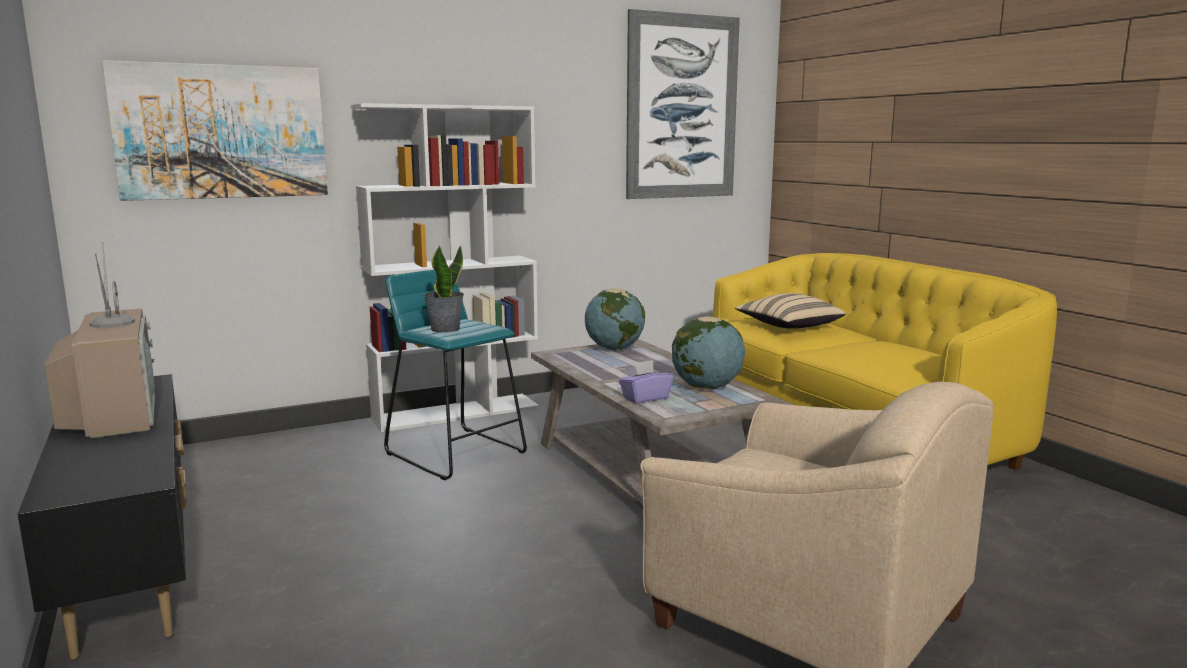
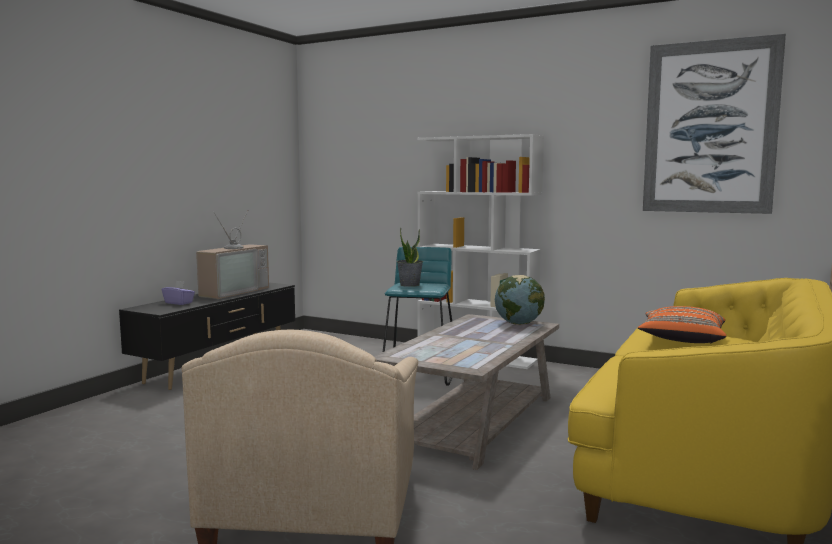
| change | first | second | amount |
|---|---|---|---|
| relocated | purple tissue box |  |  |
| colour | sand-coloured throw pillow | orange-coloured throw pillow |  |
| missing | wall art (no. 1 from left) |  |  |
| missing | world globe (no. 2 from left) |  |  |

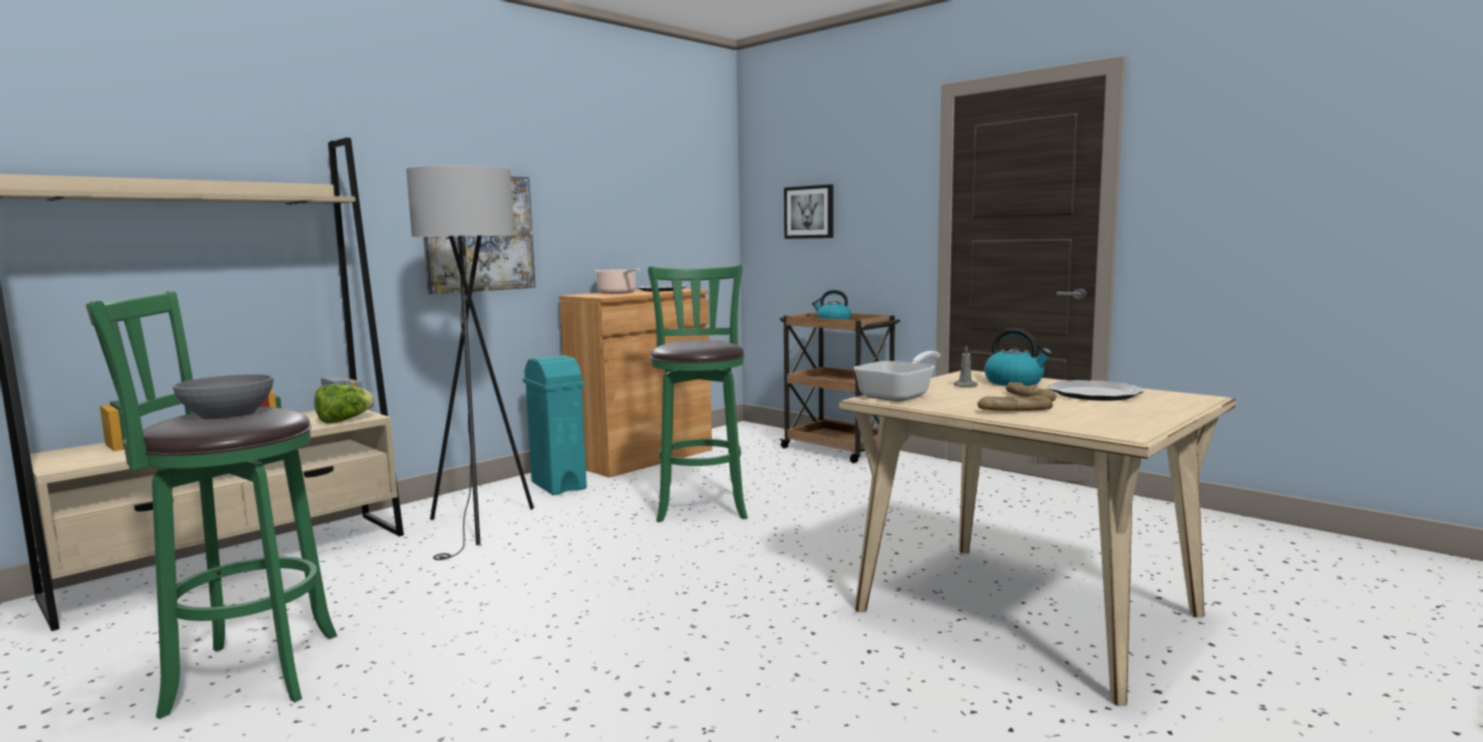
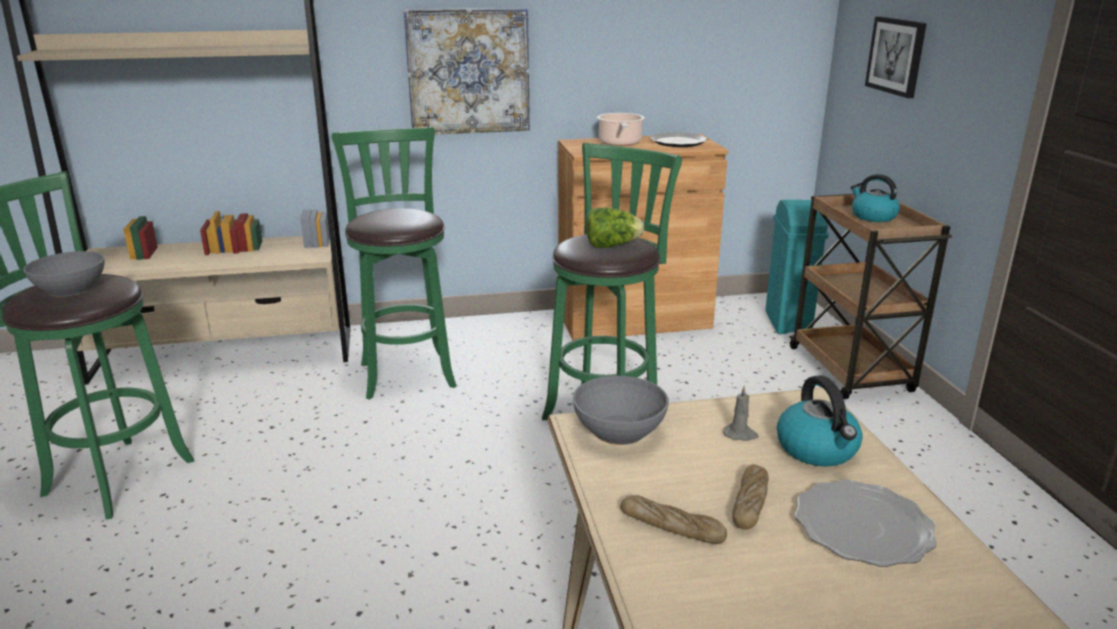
| change | first | second | amount |
|---|---|---|---|
| exchanged | grey floor lamp | greenish stool seat (no. 2 from left) |  |
| exchanged | skillet | grey deep dish (no. 2 from left) |  |
| relocated | lettuce |  |  |
| relocated | turquoise-coloured rubbish bin |  |  |

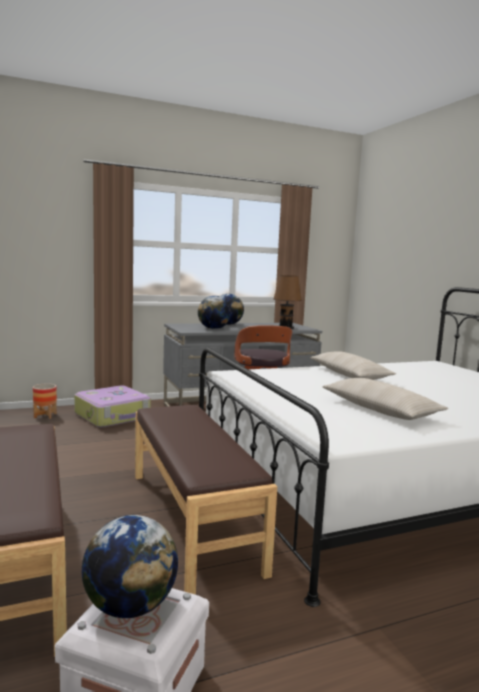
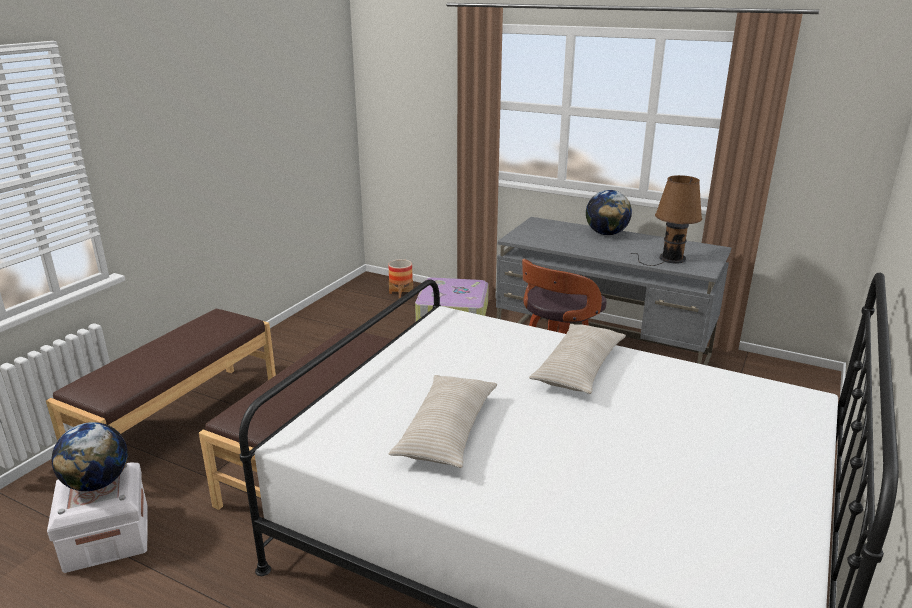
| change | first | second | amount |
|---|---|---|---|
| missing | world globe (no. 2 from left) |  |  |

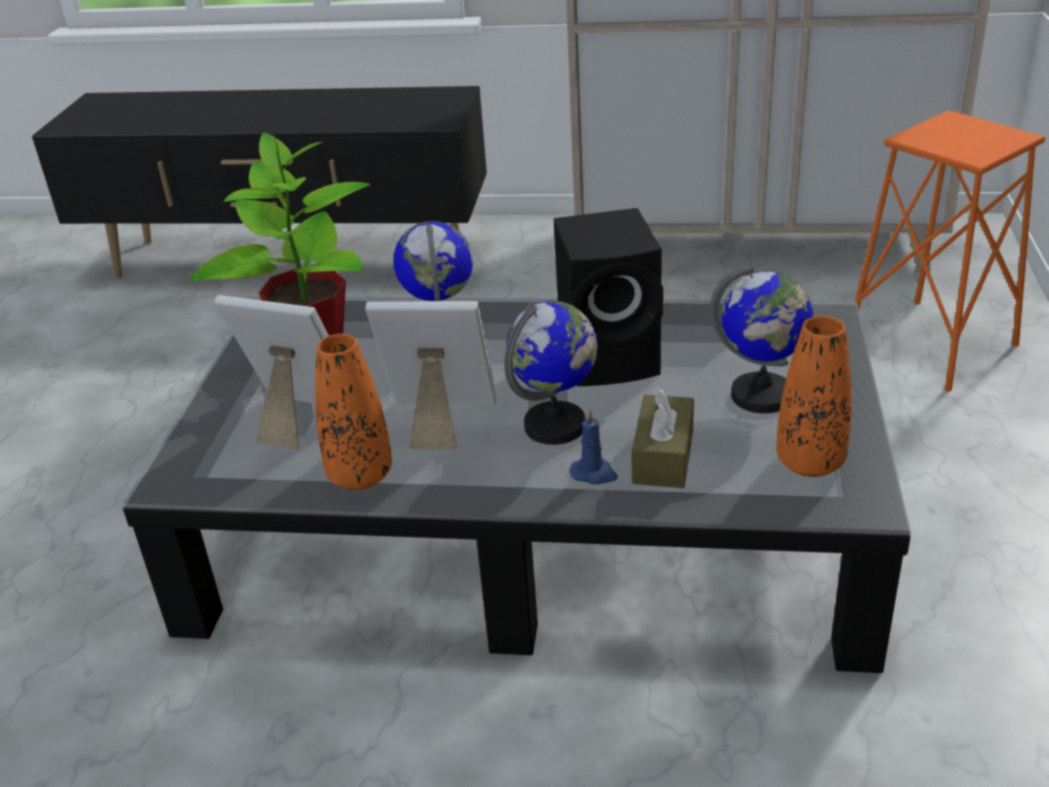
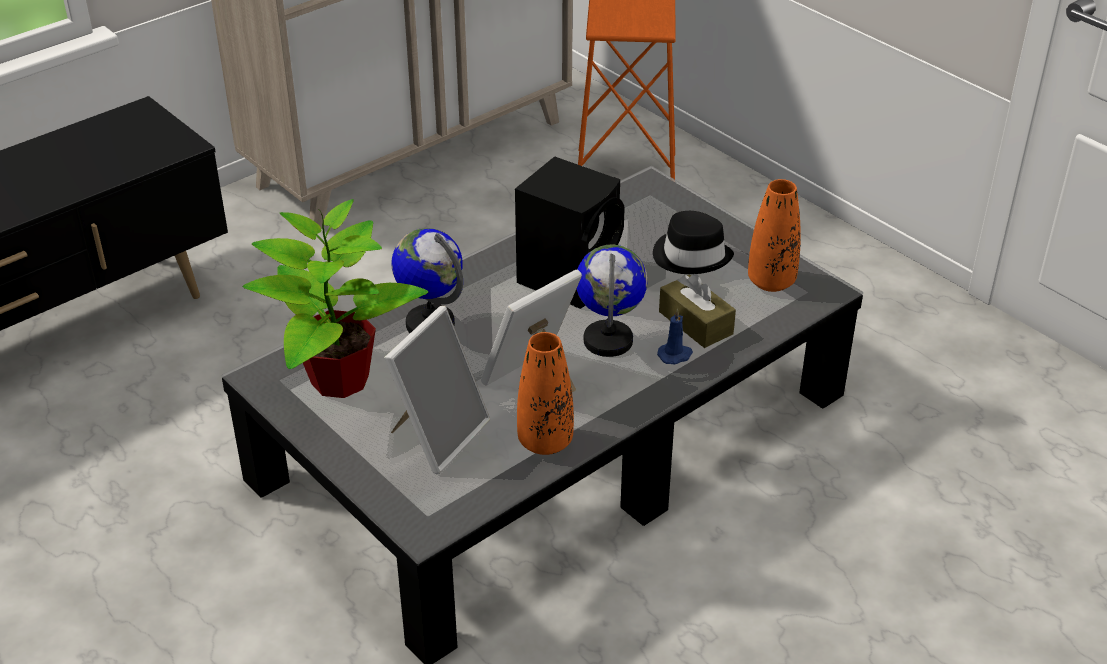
| change | first | second | amount |
|---|---|---|---|
| spun | standing frame (no. 1 from left) |  | 150 degrees clockwise |
| exchanged | world globe (no. 3 from left) | black clothing hat |  |

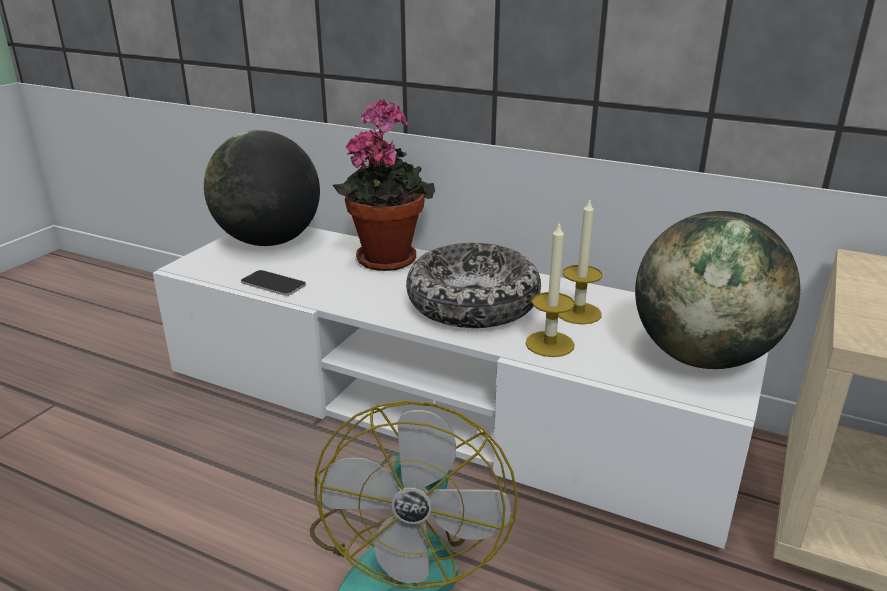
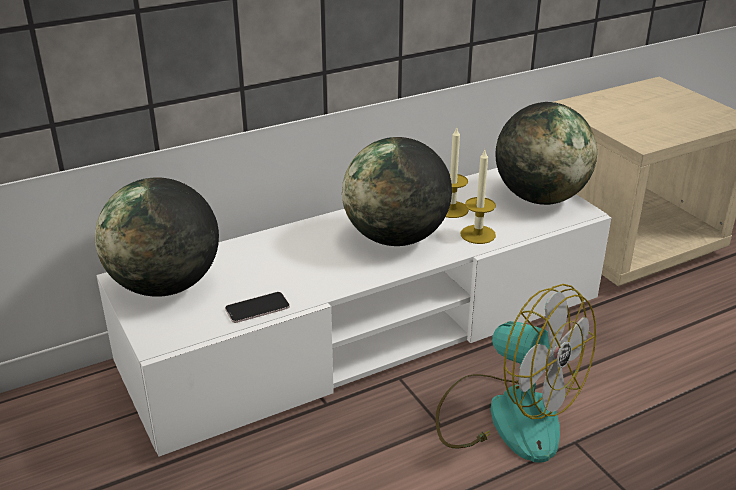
| change | first | second | amount |
|---|---|---|---|
| exchanged | deep dish | world globe (no. 2 from left) |  |
| missing | plant in a pot |  |  |

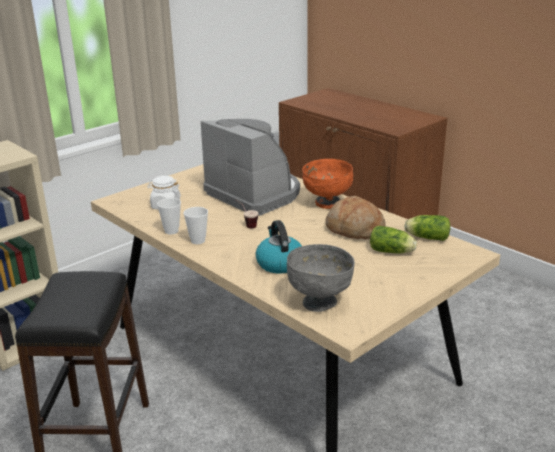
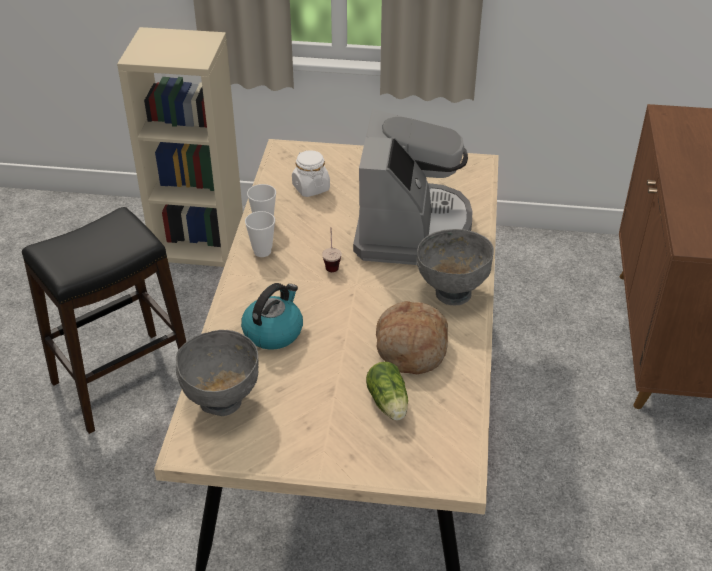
| change | first | second | amount |
|---|---|---|---|
| colour | orange-coloured deep dish | grey deep dish (no. 2 from left) |  |
| missing | lettuce (no. 2 from left) |  |  |

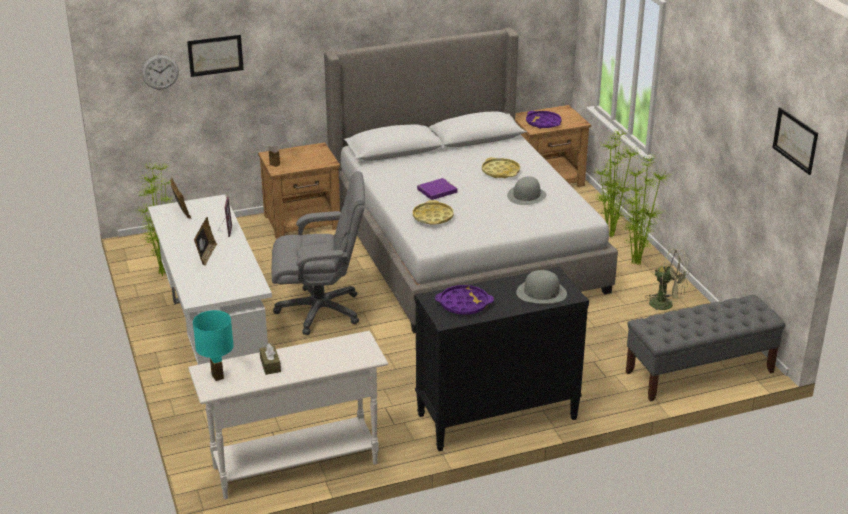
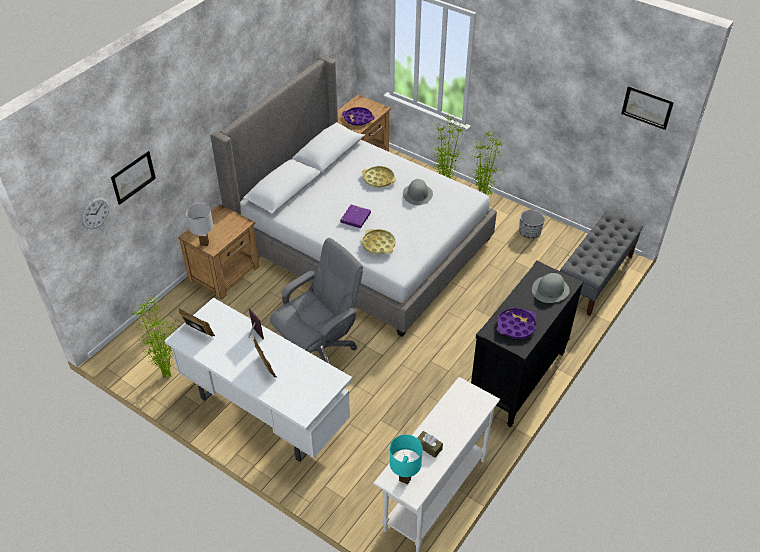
| change | first | second | amount |
|---|---|---|---|
| exchanged | greenish fan | planter |  |

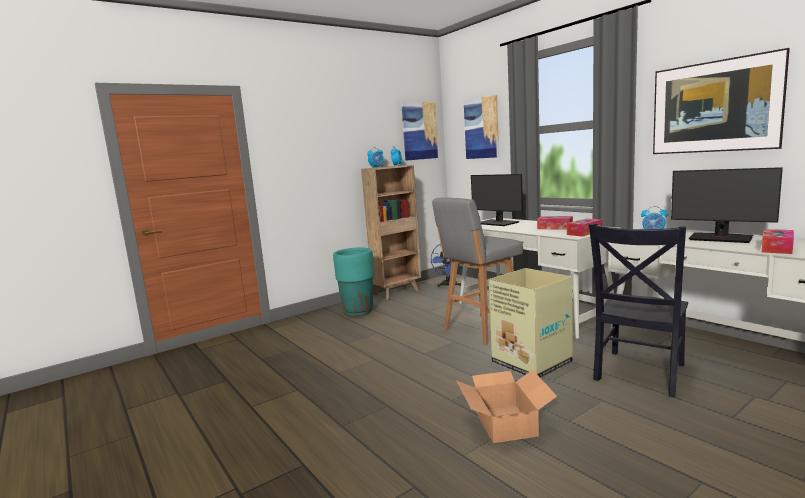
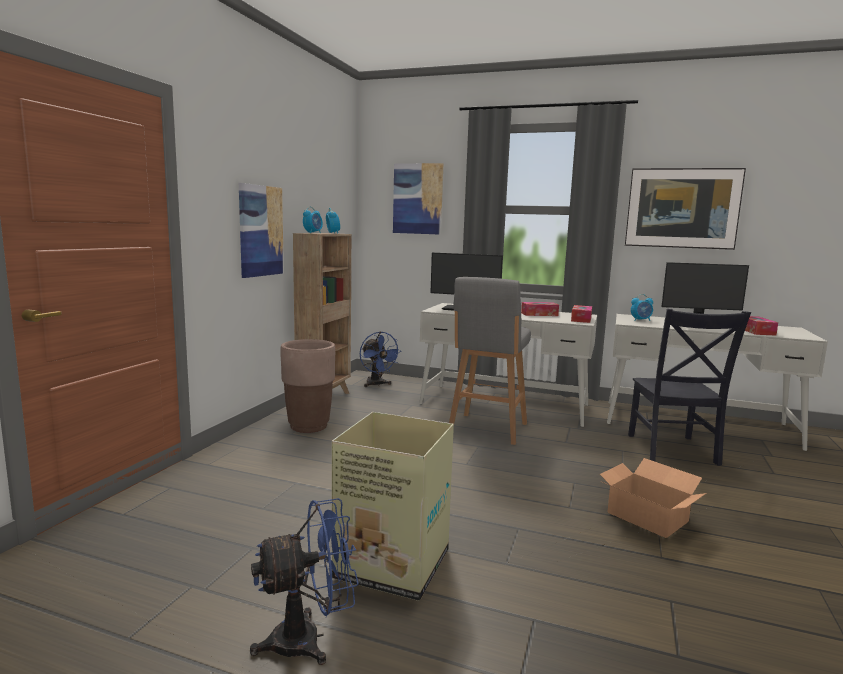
| change | first | second | amount |
|---|---|---|---|
| relocated | wall art (no. 1 from left) |  |  |
| appeared |  | blue fan (no. 1 from left) |  |
| colour | turquoise-coloured planter | brownish planter |  |
| relocated | carton (no. 2 from left in the first image) | carton (no. 1 from left) |  |

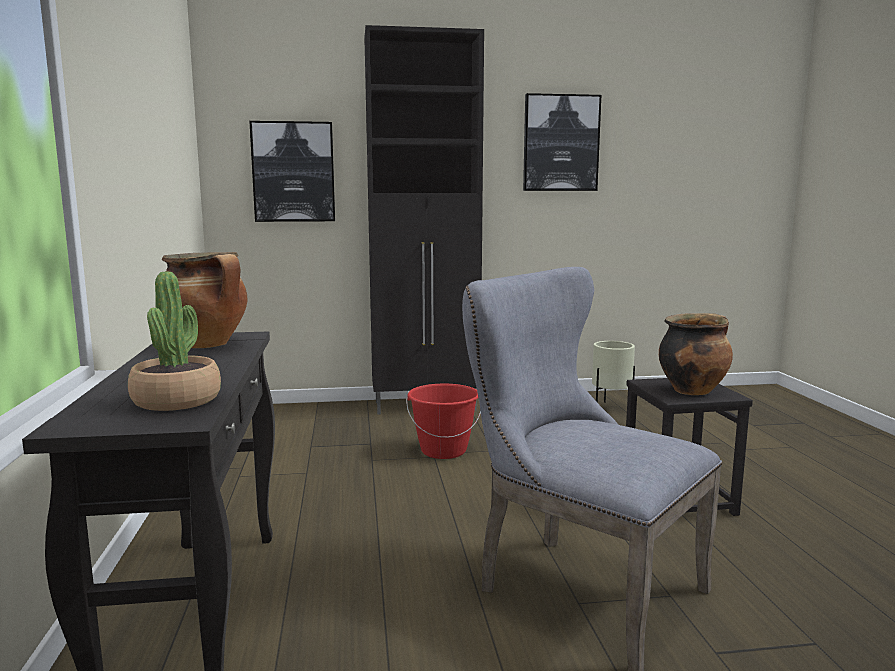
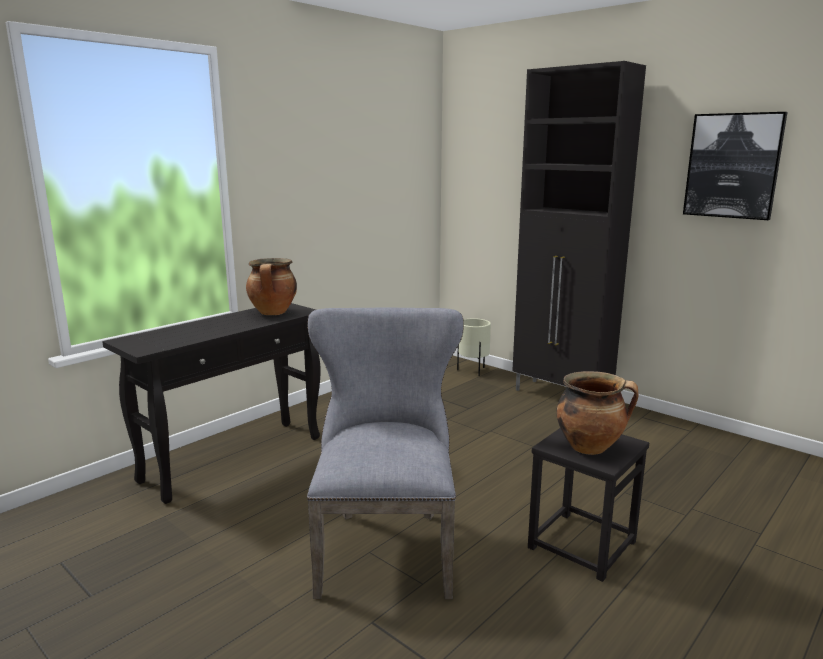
| change | first | second | amount |
|---|---|---|---|
| relocated | sand-coloured planter |  |  |
| missing | plant in a pot |  |  |
| missing | wall art (no. 1 from left) |  |  |
| missing | reddish pail |  |  |

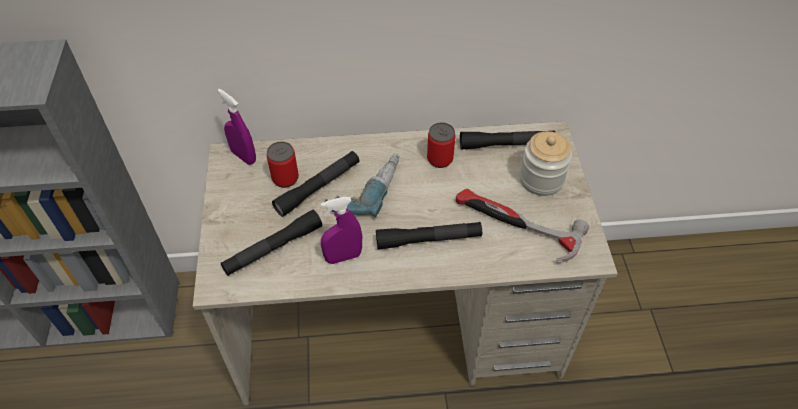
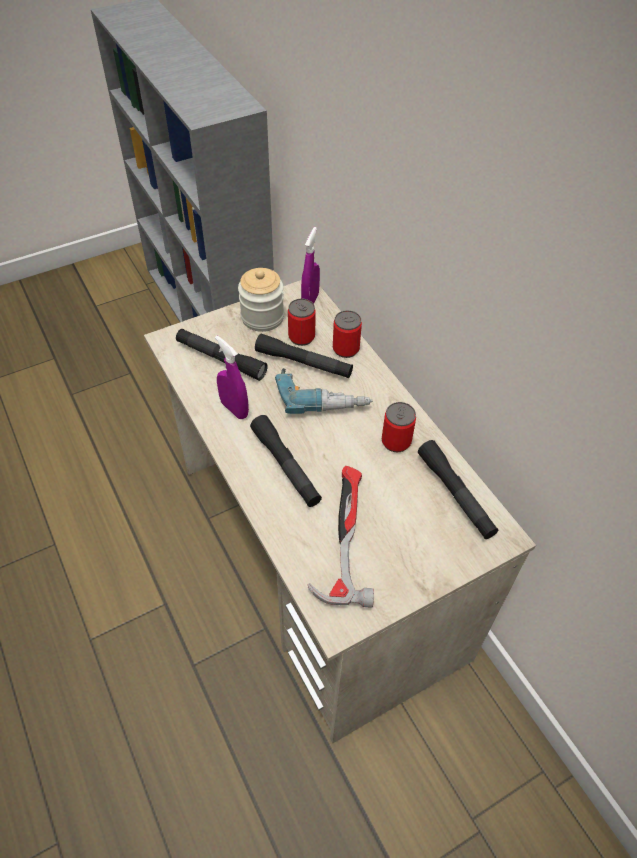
| change | first | second | amount |
|---|---|---|---|
| relocated | storage jar |  |  |
| appeared |  | metal can (no. 2 from left) |  |

